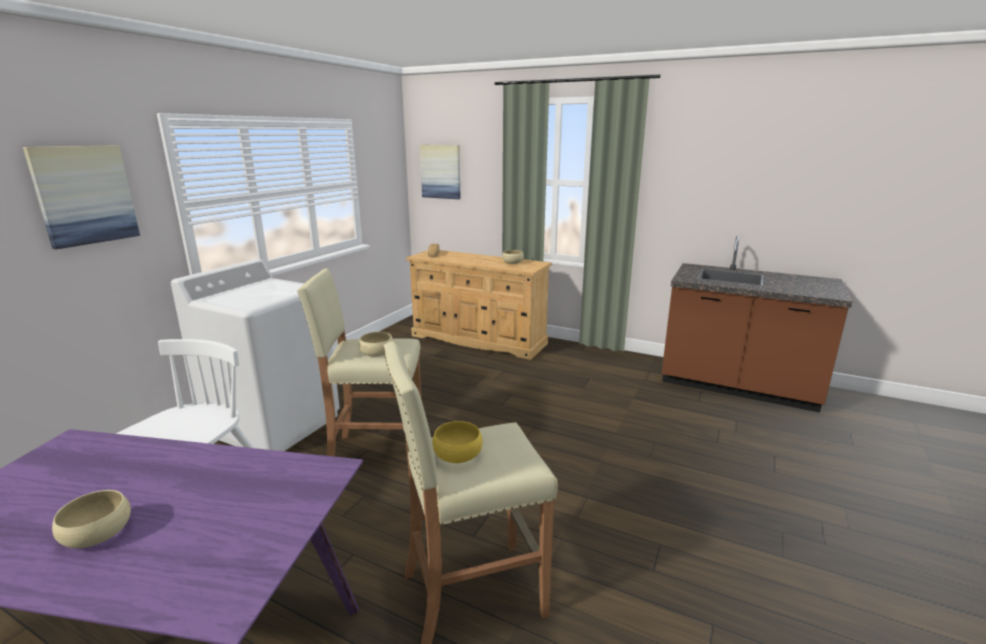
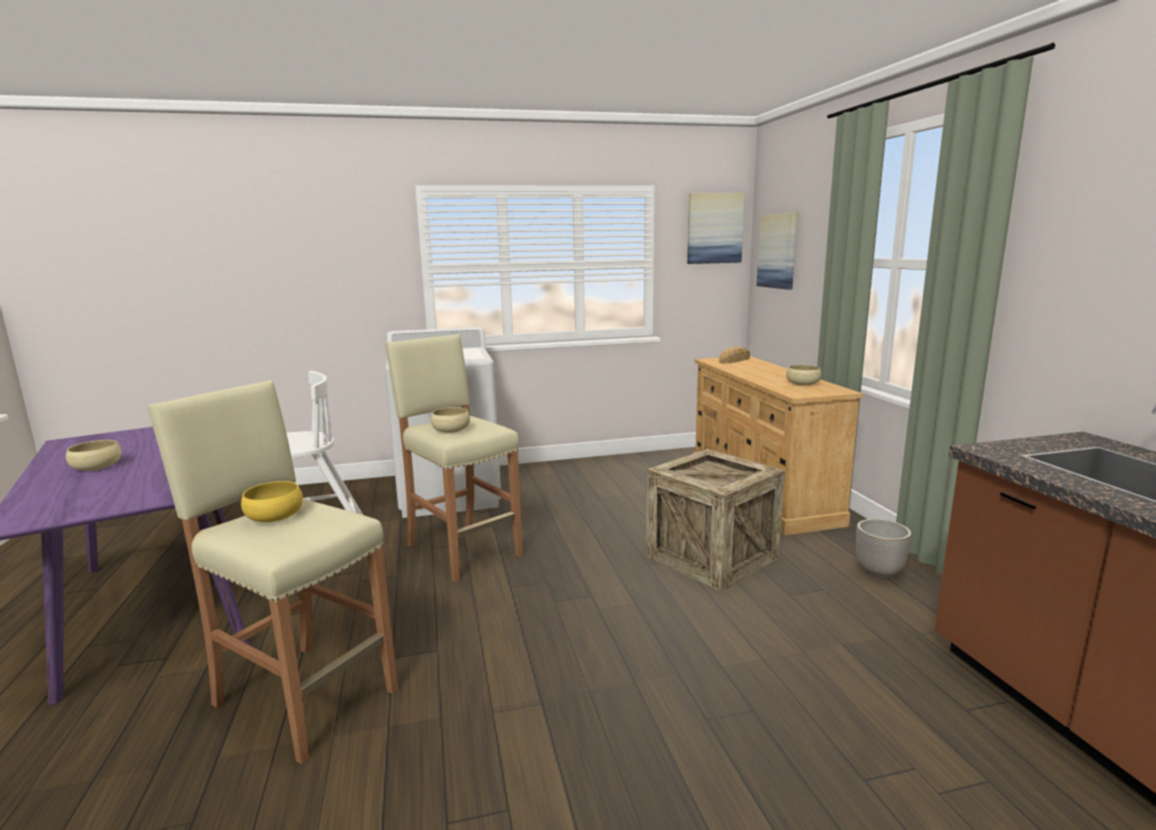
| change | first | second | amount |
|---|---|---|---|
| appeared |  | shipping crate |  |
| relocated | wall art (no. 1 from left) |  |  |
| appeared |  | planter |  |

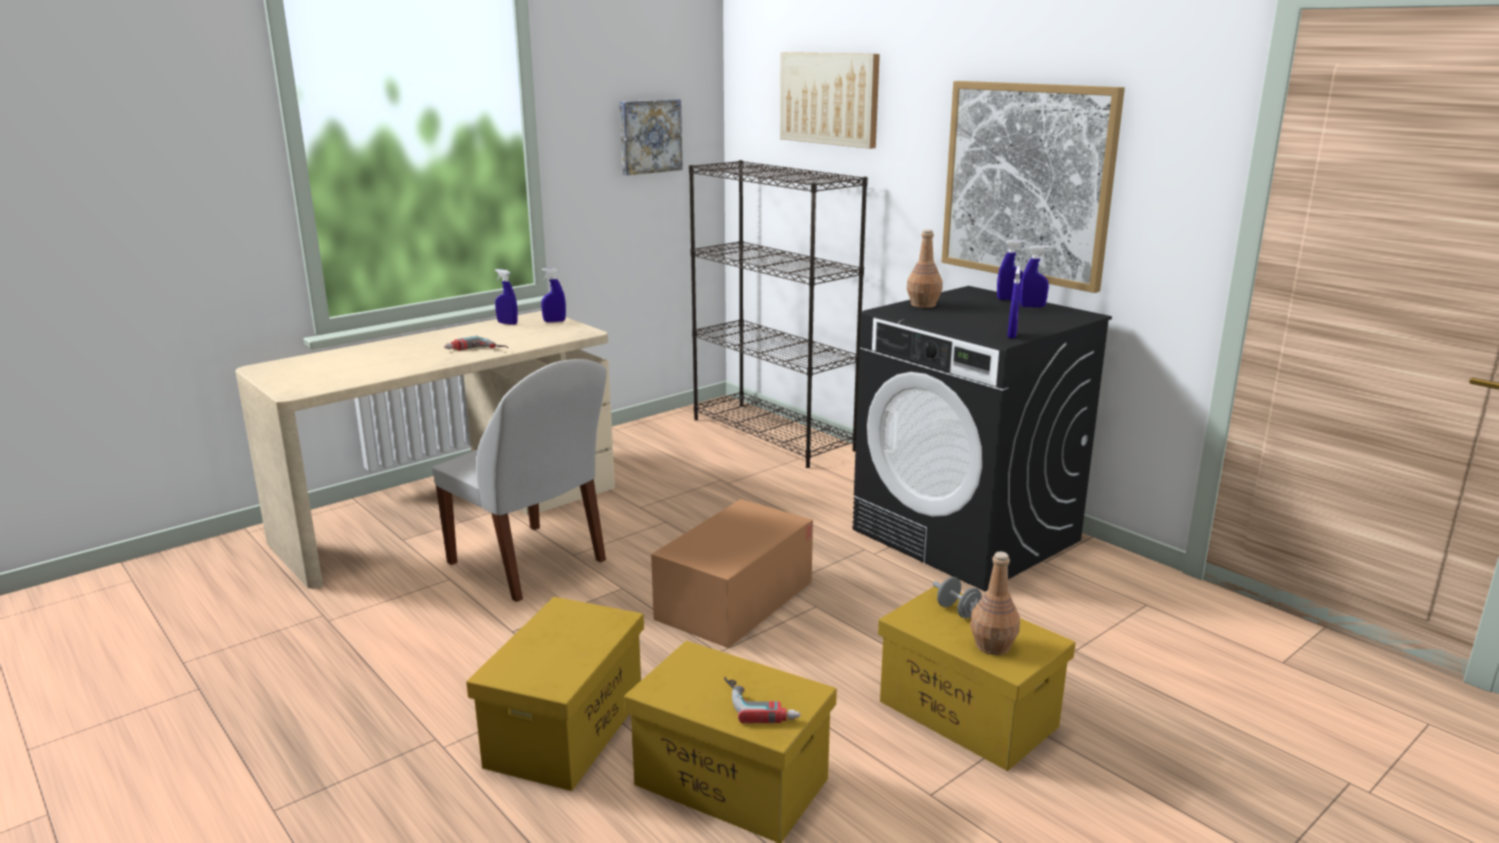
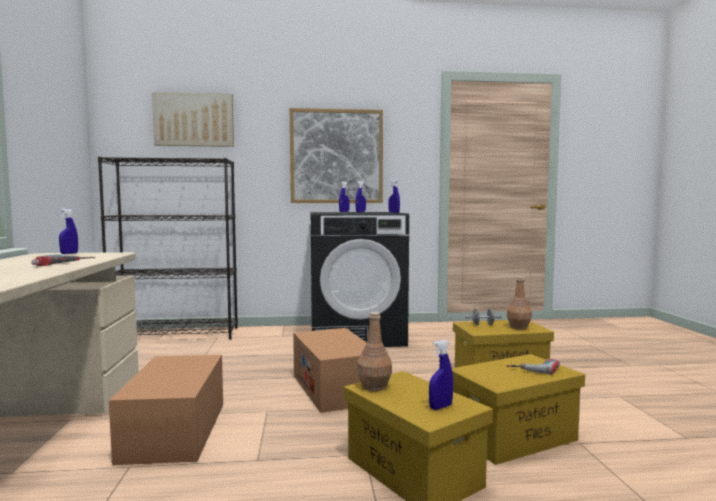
| change | first | second | amount |
|---|---|---|---|
| exchanged | whitish plain chair | carton (no. 1 from left) |  |
| relocated | brownish drink bottle (no. 1 from left) |  |  |
| relocated | blue spray bottle (no. 1 from left in the first image) | blue spray bottle (no. 5 from left) |  |
| missing | wall art (no. 1 from left) |  |  |

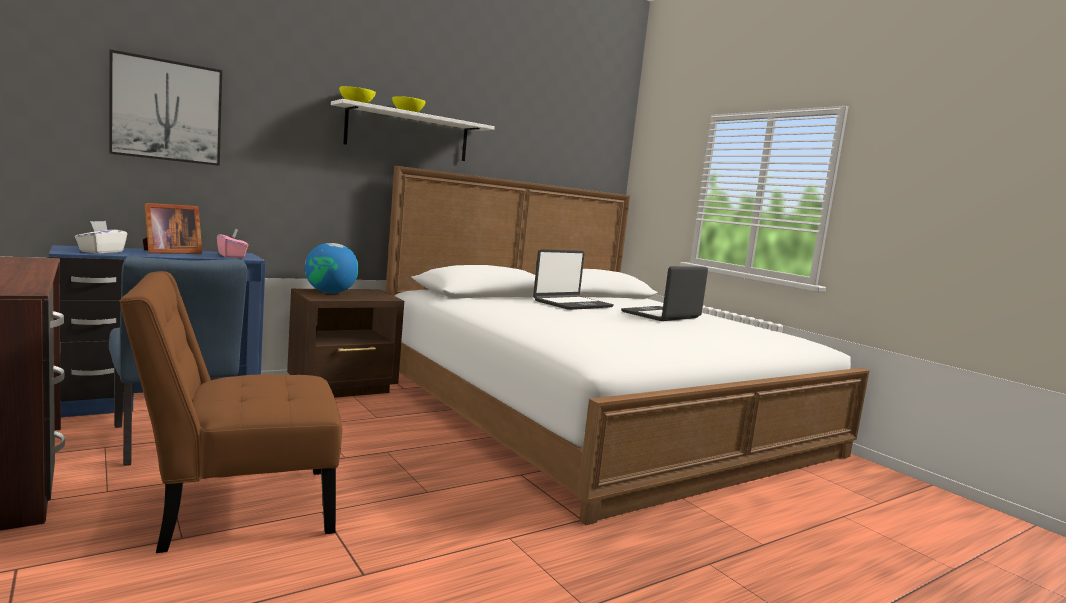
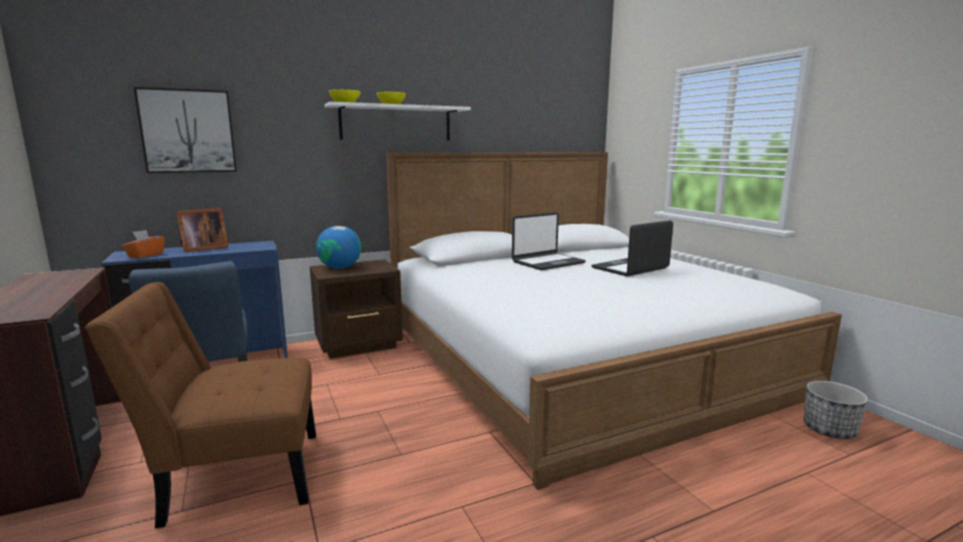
| change | first | second | amount |
|---|---|---|---|
| colour | whitish tissue box | orange-coloured tissue box |  |
| appeared |  | planter |  |
| missing | pink-coloured tissue box |  |  |

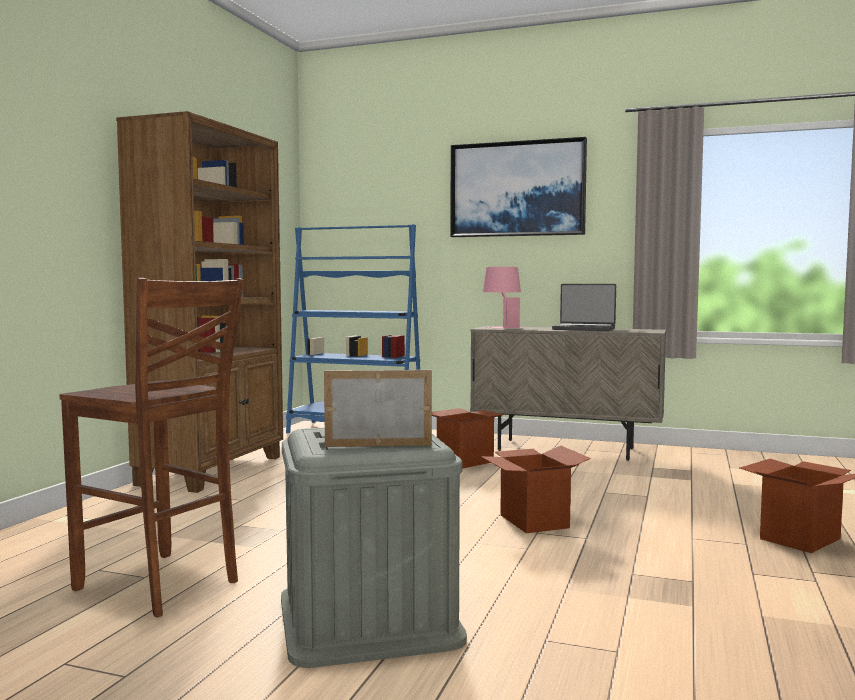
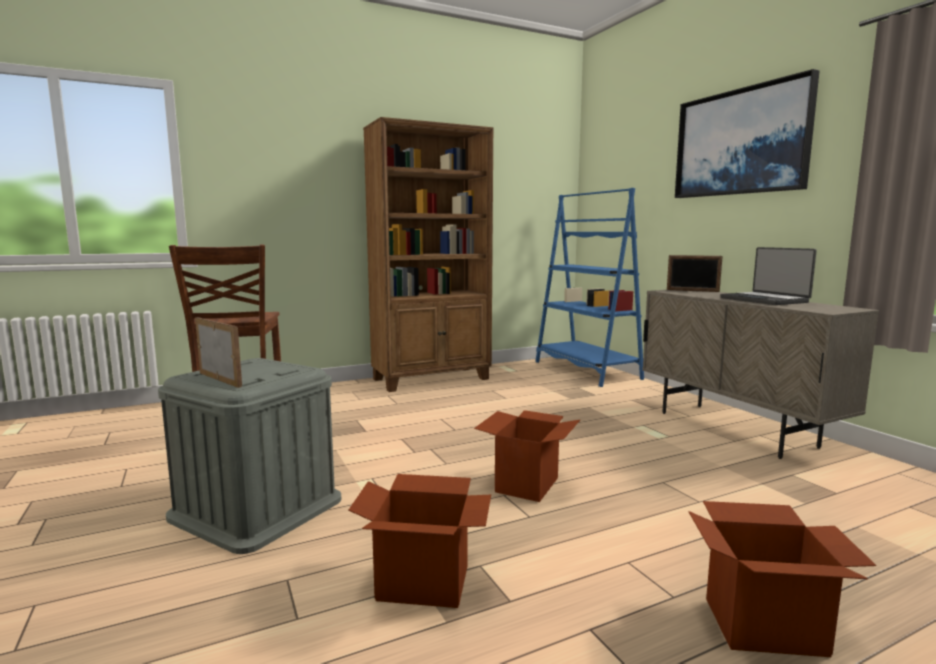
| change | first | second | amount |
|---|---|---|---|
| relocated | carton (no. 1 from left) |  |  |
| exchanged | pink-coloured lamp for a table | standing frame (no. 2 from left) |  |

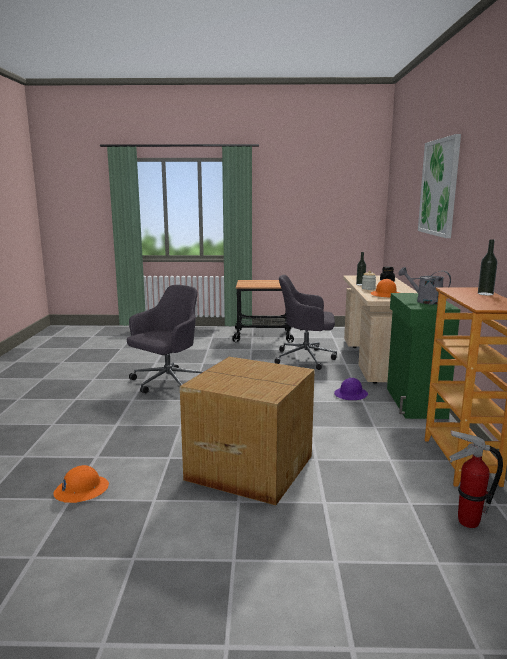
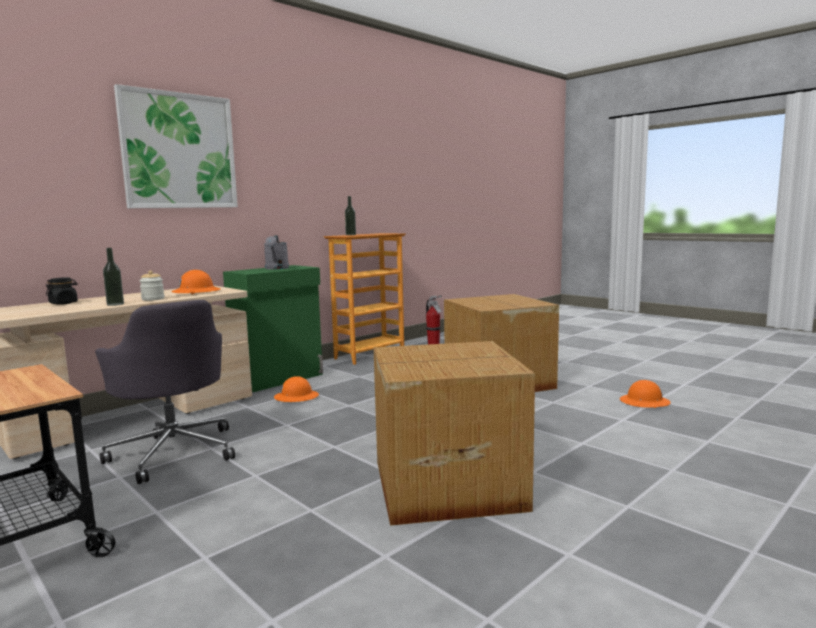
| change | first | second | amount |
|---|---|---|---|
| colour | purple work helmet | orange-coloured work helmet (no. 2 from left) |  |
| exchanged | grey desk chair (no. 1 from left) | carton (no. 1 from left) |  |

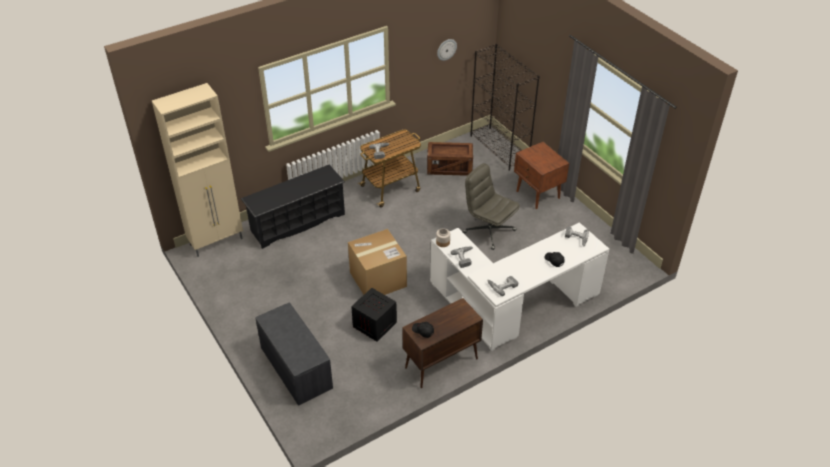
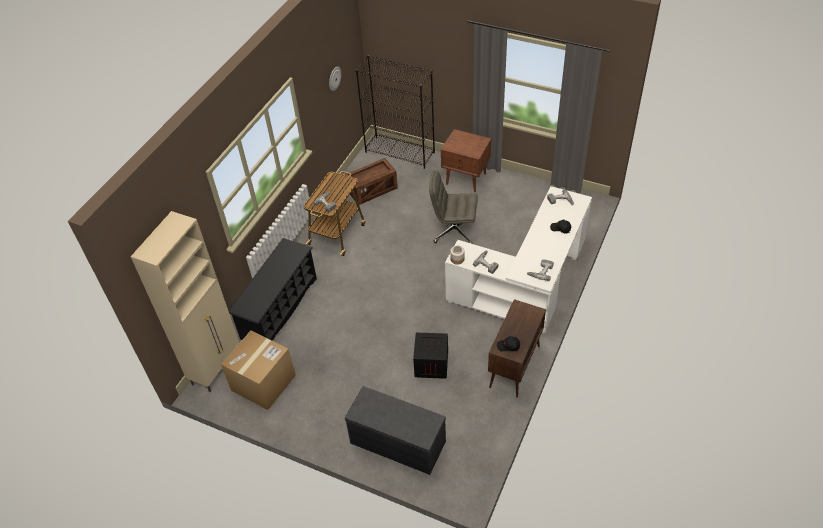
| change | first | second | amount |
|---|---|---|---|
| relocated | carton |  |  |

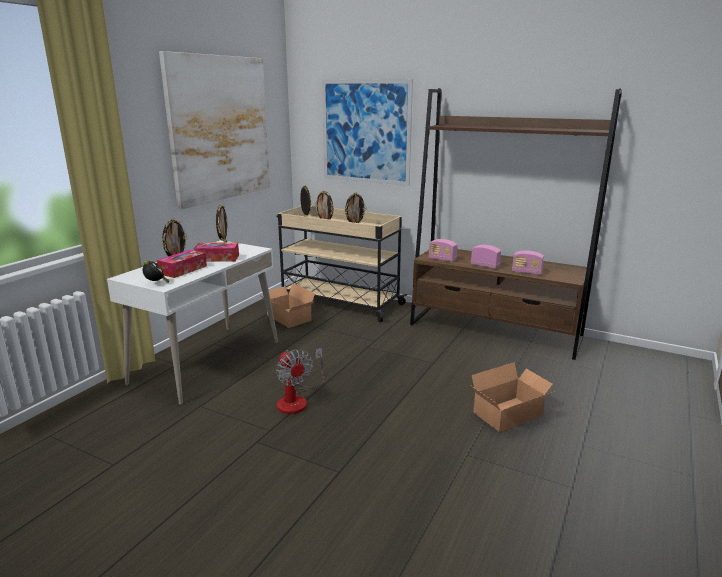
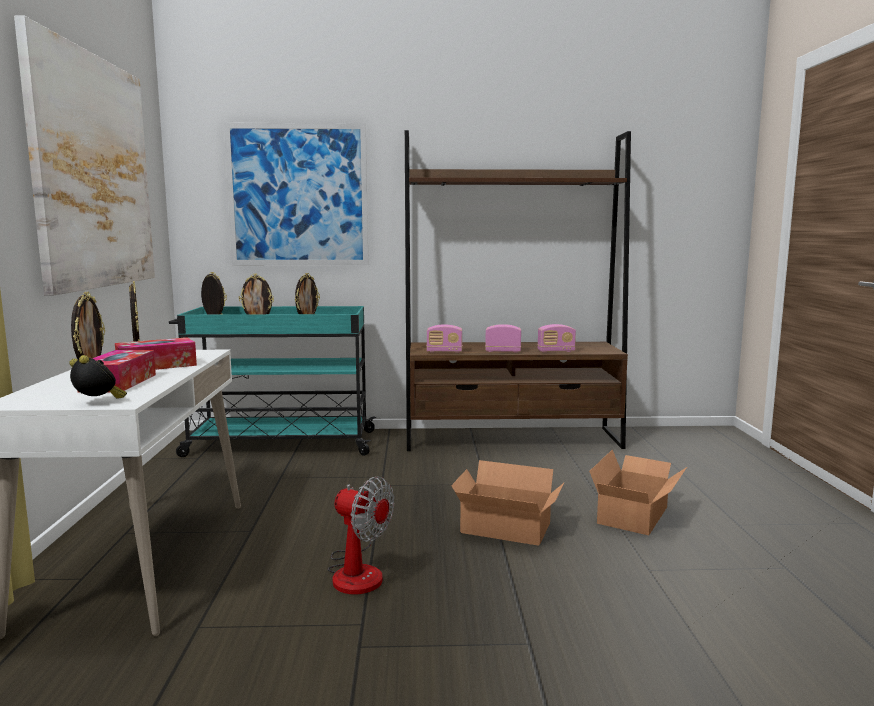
| change | first | second | amount |
|---|---|---|---|
| colour | sand-coloured trolley | turquoise-coloured trolley |  |
| relocated | carton (no. 1 from left) |  |  |

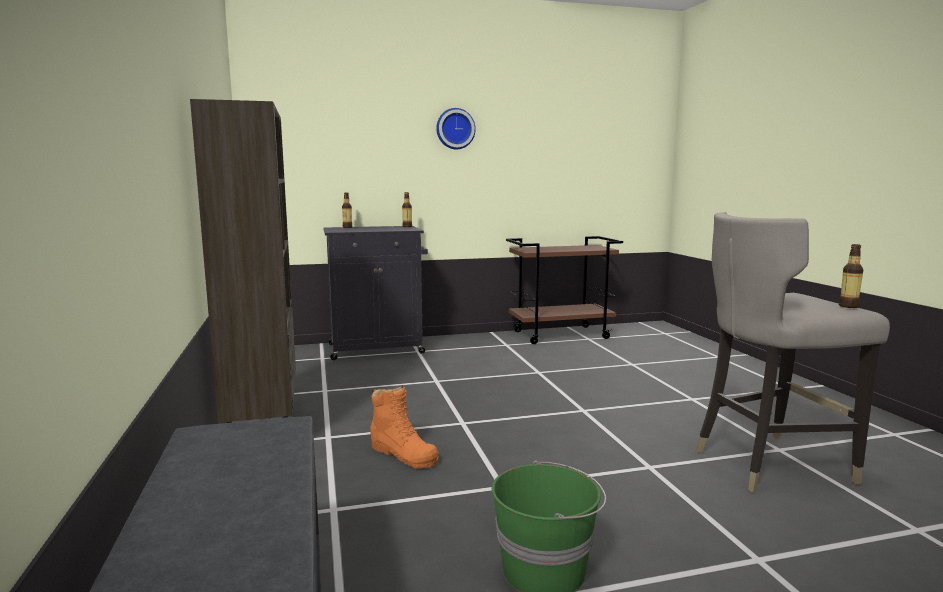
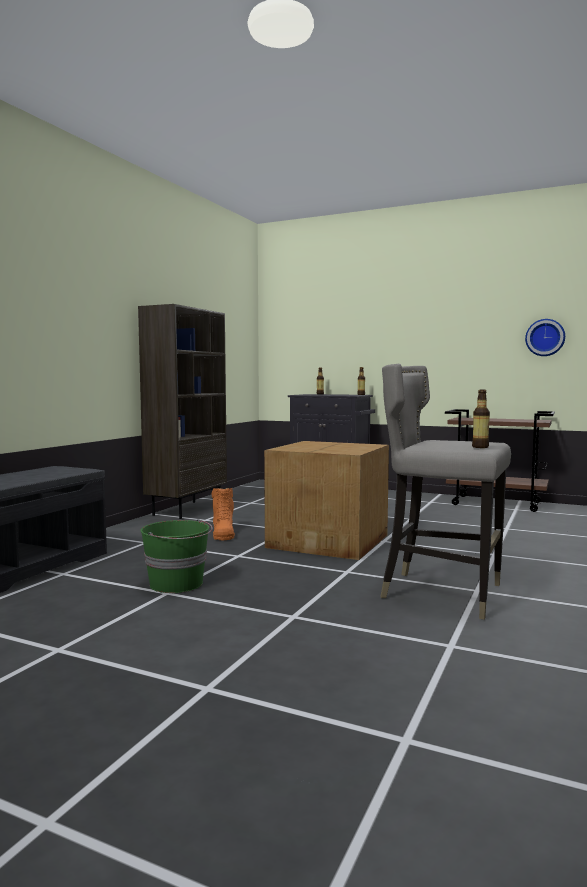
| change | first | second | amount |
|---|---|---|---|
| appeared |  | carton |  |
| relocated | clock on the wall |  |  |

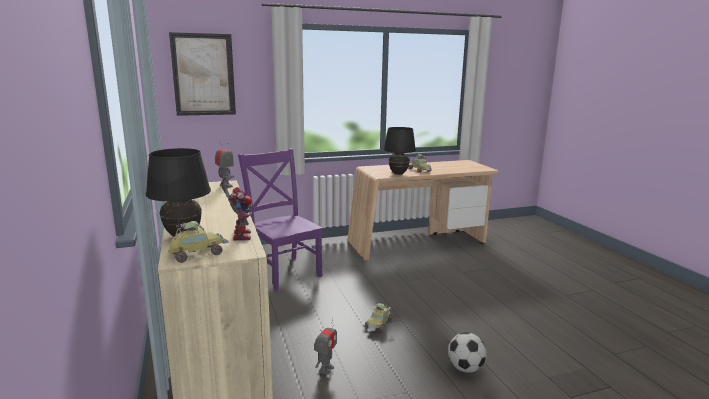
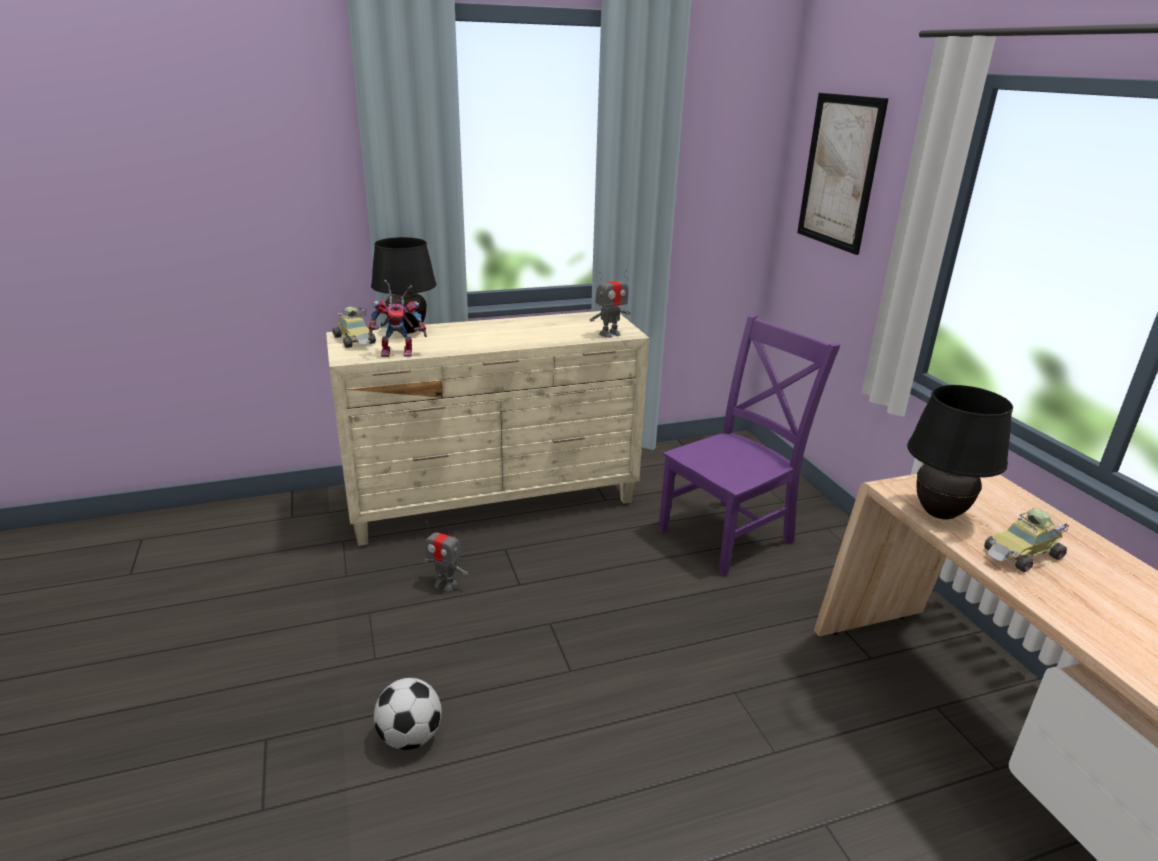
| change | first | second | amount |
|---|---|---|---|
| missing | model car (no. 2 from left) |  |  |

